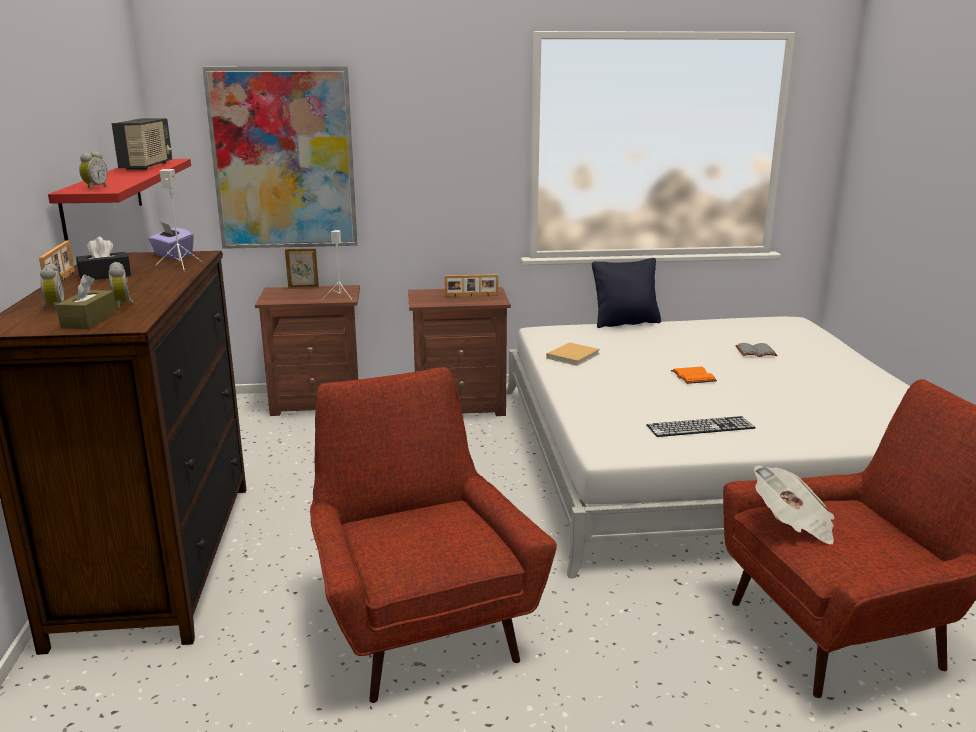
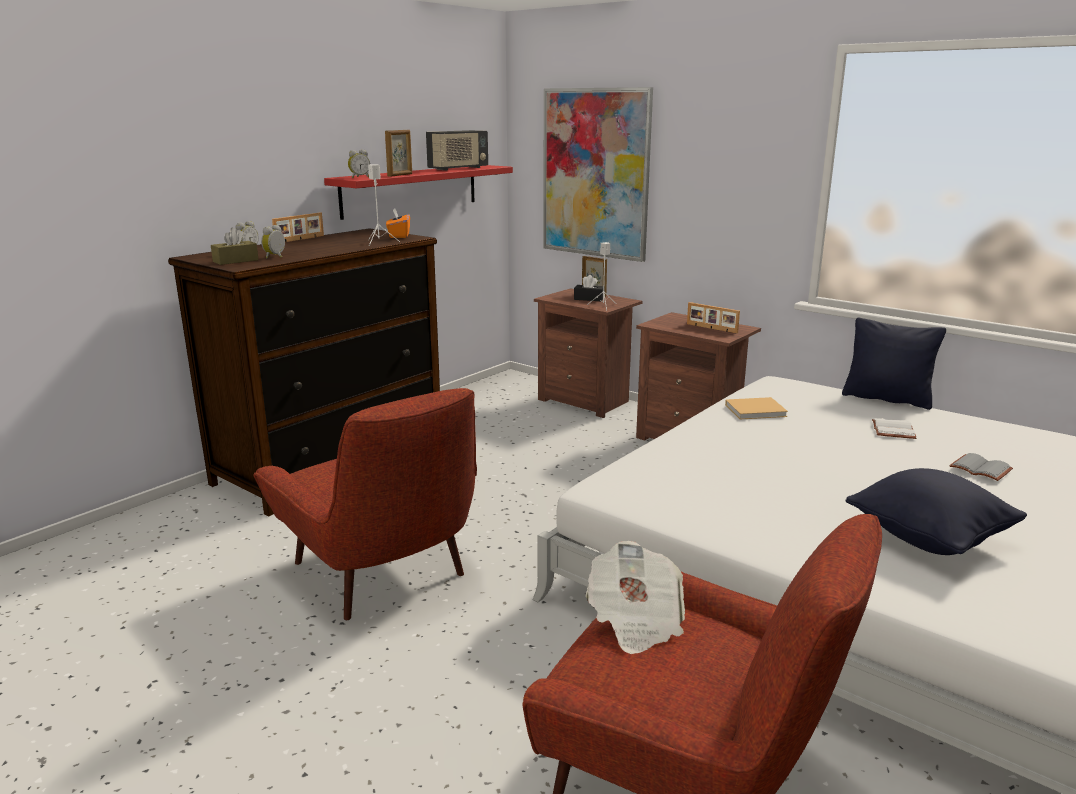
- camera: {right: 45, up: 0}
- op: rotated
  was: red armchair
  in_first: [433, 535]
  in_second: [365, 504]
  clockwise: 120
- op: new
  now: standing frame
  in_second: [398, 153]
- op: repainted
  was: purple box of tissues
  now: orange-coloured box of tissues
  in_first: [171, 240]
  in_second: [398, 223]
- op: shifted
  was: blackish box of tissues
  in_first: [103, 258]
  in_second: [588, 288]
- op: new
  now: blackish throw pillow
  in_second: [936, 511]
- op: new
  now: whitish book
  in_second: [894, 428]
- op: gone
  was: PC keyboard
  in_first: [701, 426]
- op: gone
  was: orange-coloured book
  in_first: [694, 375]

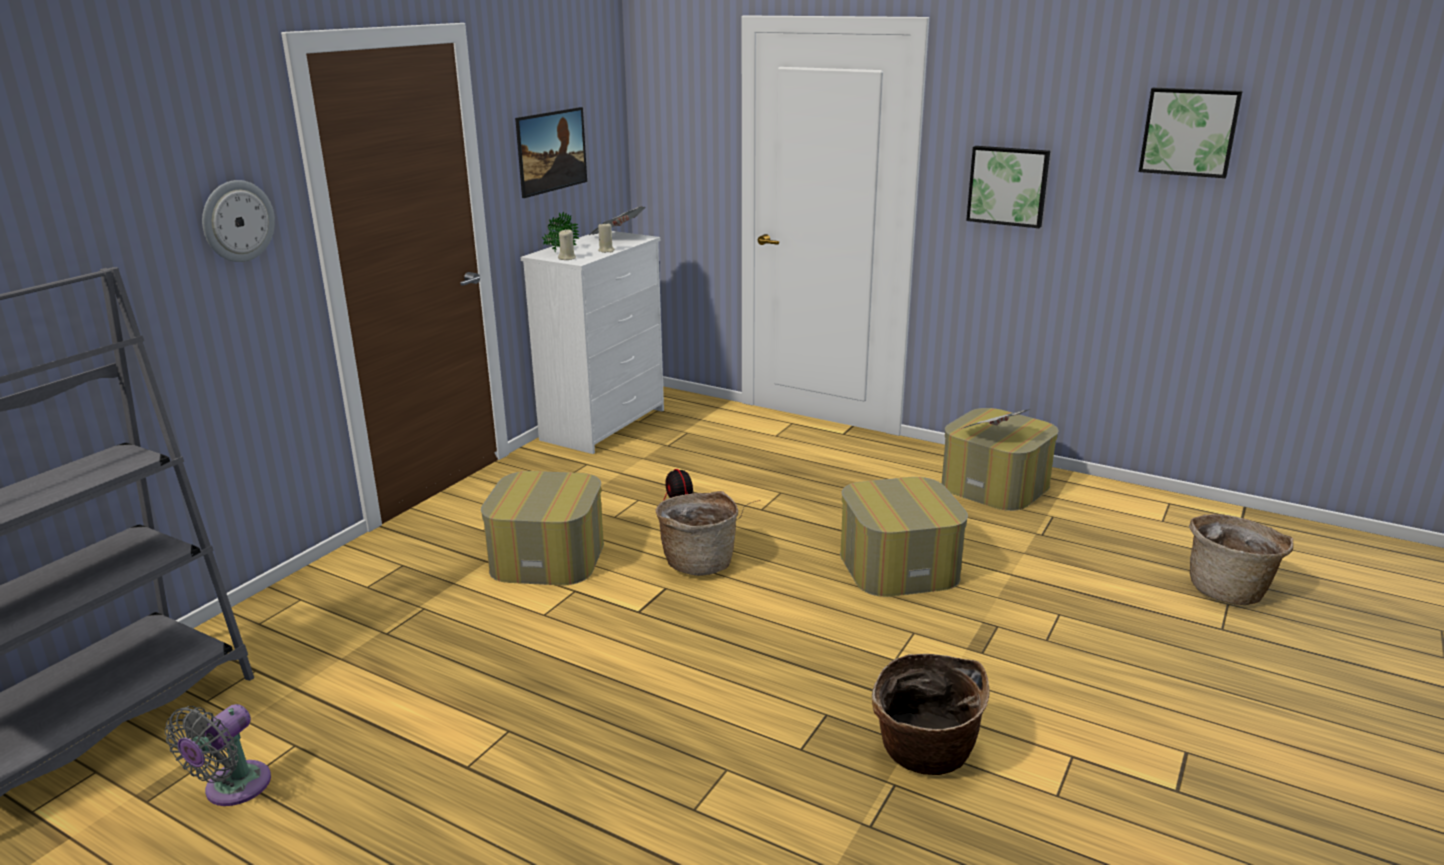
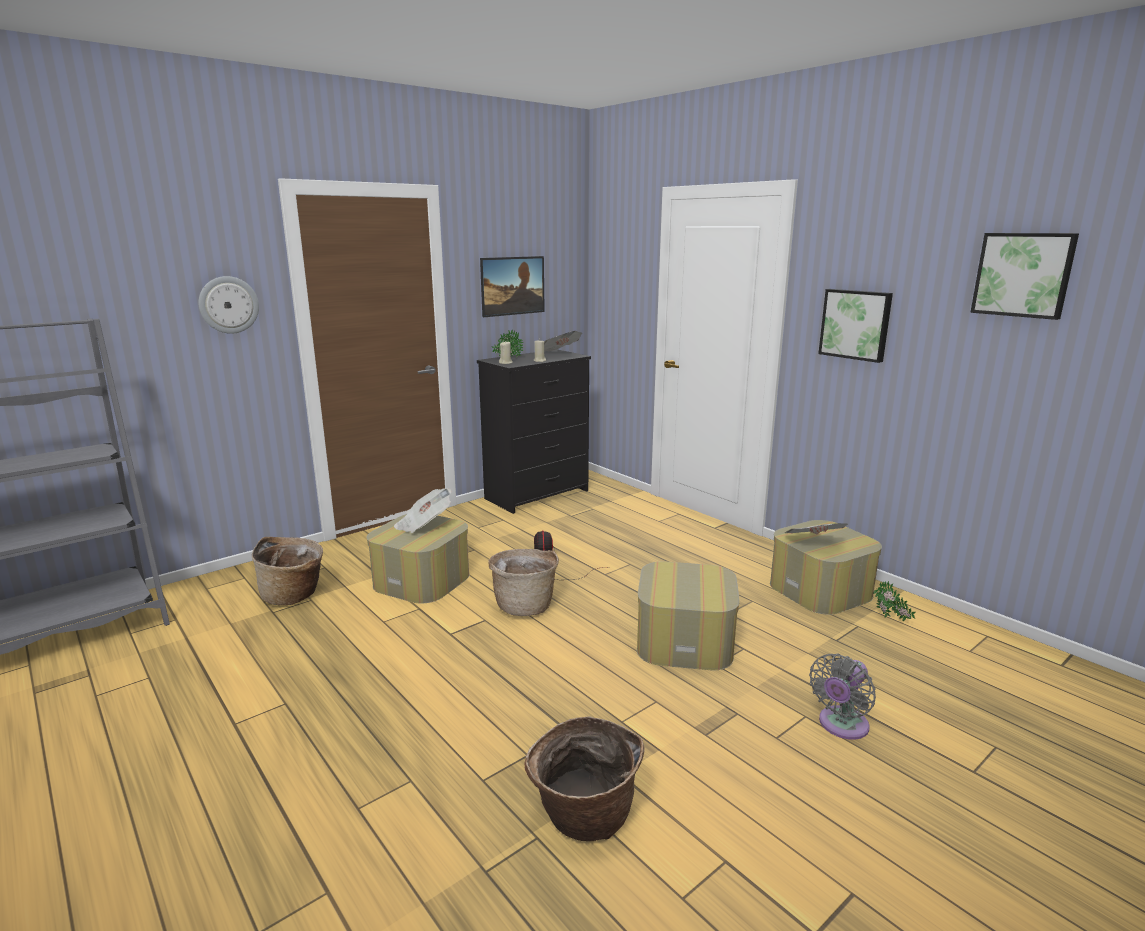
- camera: {right: 20, up: -5}
- op: shifted
  was: household basket
  in_first: [1241, 559]
  in_second: [287, 571]
- op: new
  now: newspaper
  in_second: [423, 510]
- op: repainted
  was: whitish drawer chest
  now: blackish drawer chest
  in_first: [592, 342]
  in_second: [534, 431]
- op: shifted
  was: greyish fan
  in_first: [218, 755]
  in_second: [842, 696]
- op: new
  now: potted plant
  in_second: [894, 601]

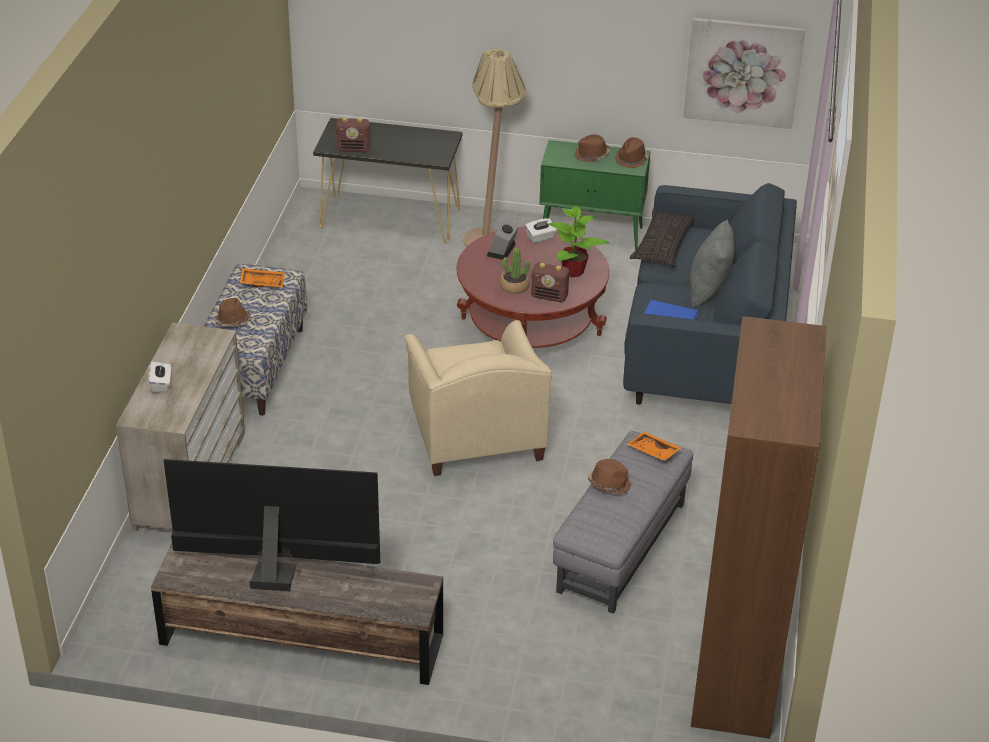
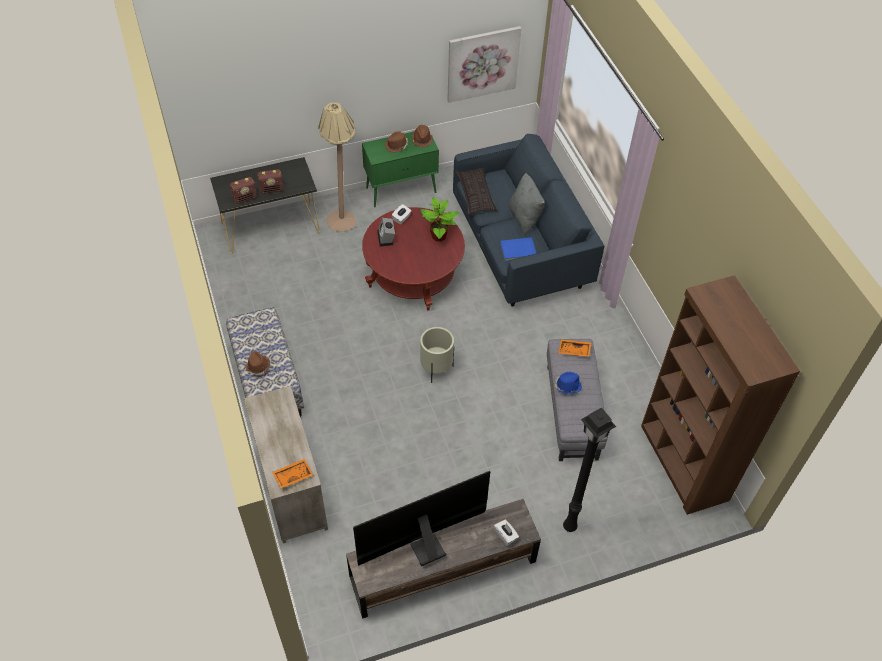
- camera: {right: -30, up: 15}
- op: shifted
  was: radio set
  in_first: [550, 282]
  in_second: [270, 181]
- op: shifted
  was: orange-coloured tray
  in_first: [262, 278]
  in_second: [292, 473]
- op: swapped
  was: sand-coloured armchair
  now: sand-coloured plant pot
  in_first: [478, 398]
  in_second: [437, 355]
- op: shifted
  was: whitish box of tissues
  in_first: [159, 377]
  in_second: [506, 533]
- op: repainted
  was: brownish clothing hat
  now: blue clothing hat
  in_first: [609, 476]
  in_second: [568, 383]
- op: new
  now: blackish standing lamp
  in_second: [589, 469]
- op: gone
  was: potted plant
  in_first: [515, 271]

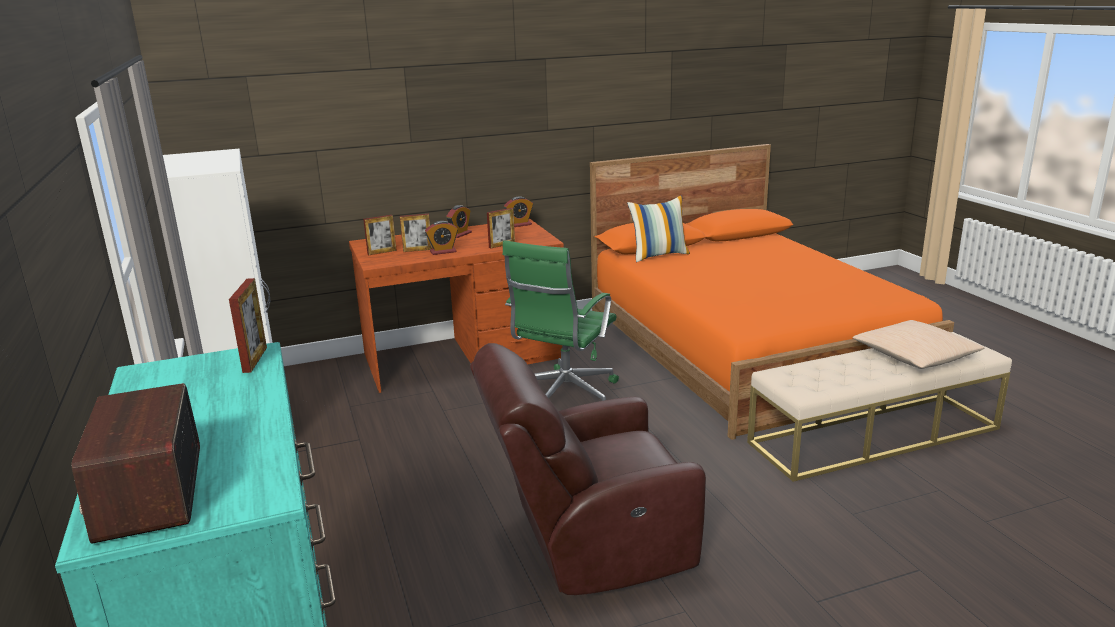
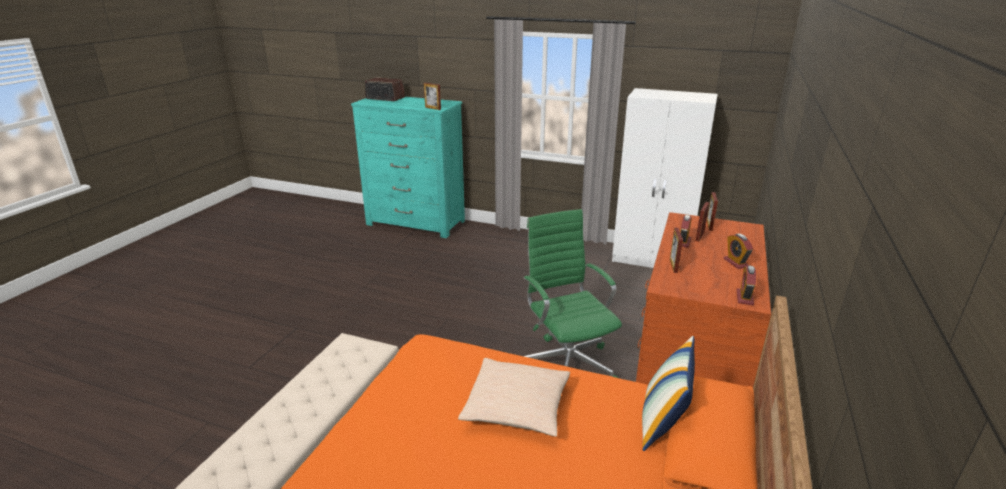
- camera: {right: 130, up: 5}
- op: shifted
  was: sand-coloured throw pillow
  in_first: [918, 344]
  in_second: [514, 397]
- op: gone
  was: brownish armchair
  in_first: [588, 469]

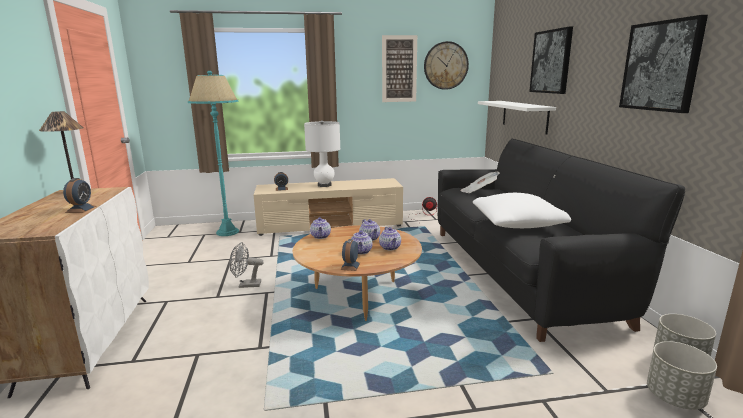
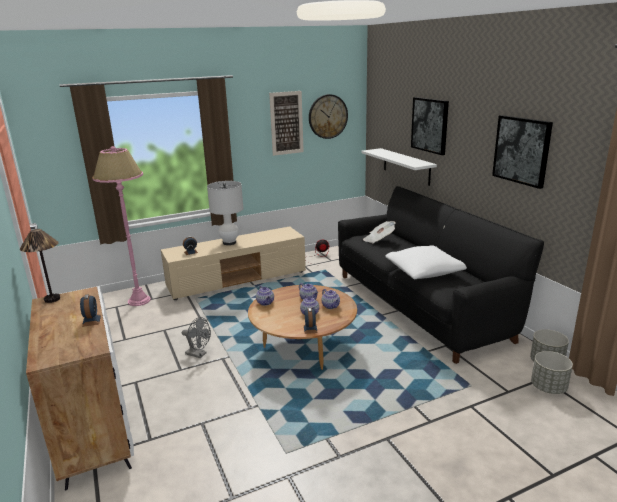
- camera: {right: -15, up: 5}
- op: repainted
  was: turquoise standing lamp
  now: pink-coloured standing lamp
  in_first: [213, 153]
  in_second: [121, 226]
- op: rotated
  was: greyish fan
  in_first: [246, 265]
  in_second: [196, 337]
  clockwise: -135

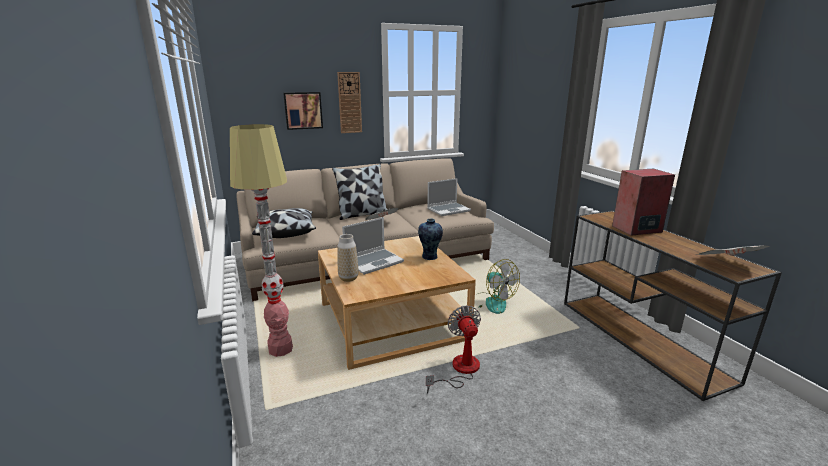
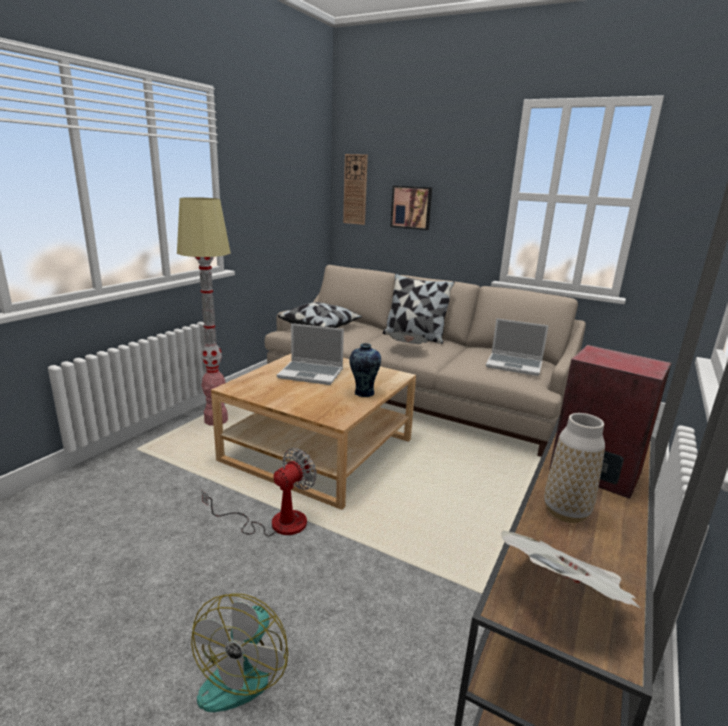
- camera: {right: 50, up: 0}
- op: shifted
  was: fan
  in_first: [499, 286]
  in_second: [239, 652]
- op: shifted
  was: clock on the wall
  in_first: [349, 102]
  in_second: [355, 189]
- op: shifted
  was: vase
  in_first: [347, 258]
  in_second: [574, 468]

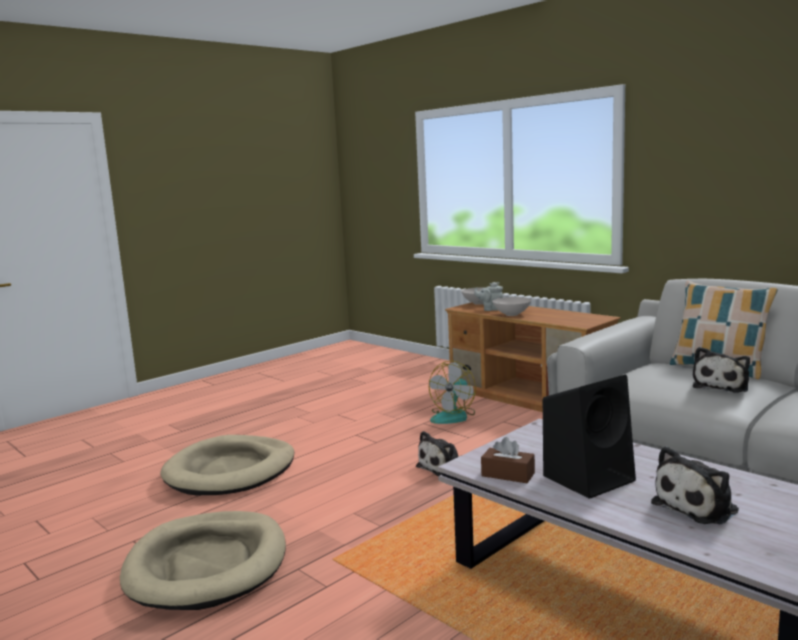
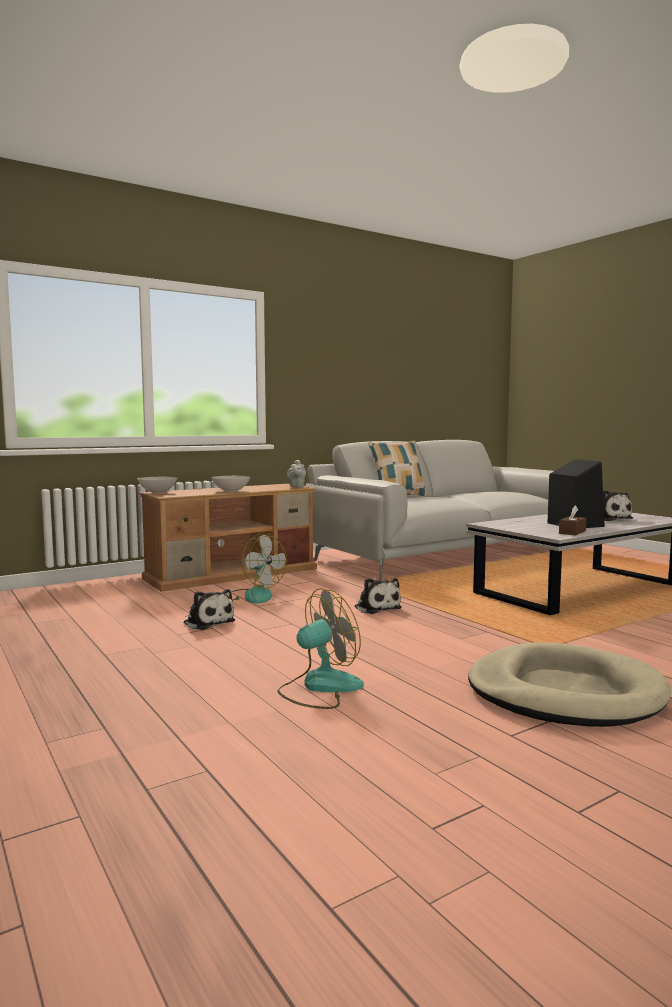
- camera: {right: -80, up: -5}
- op: shifted
  was: cuddly toy
  in_first: [721, 370]
  in_second: [209, 609]
- op: swapped
  was: sand-coloured dog cushion
  now: fan
  in_first: [227, 465]
  in_second: [320, 648]
- op: shifted
  was: greyish tea pot
  in_first: [488, 296]
  in_second: [296, 473]

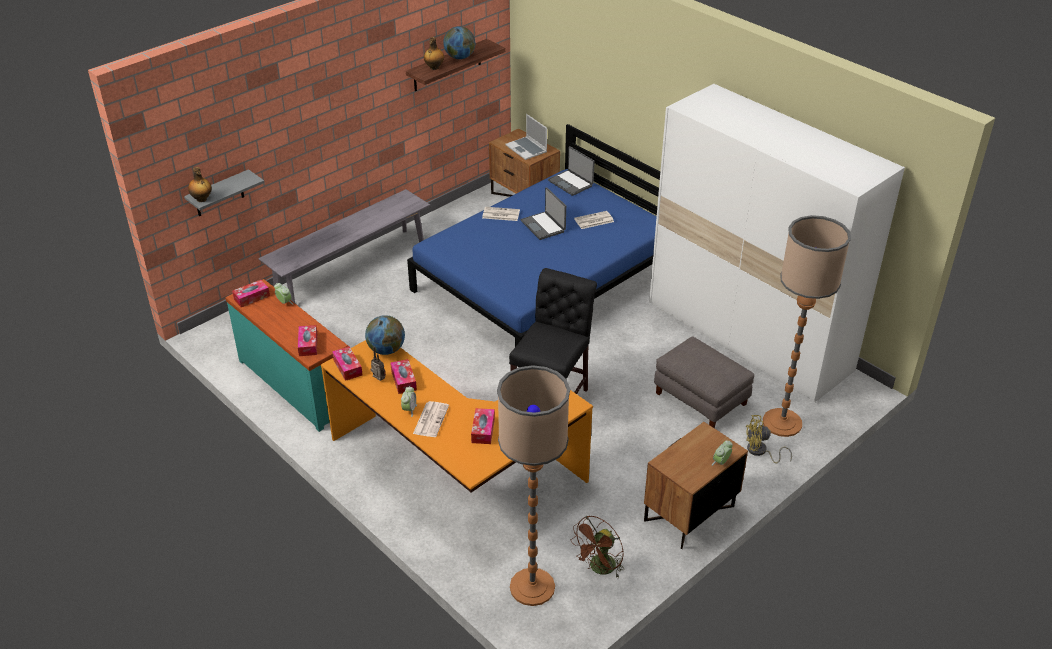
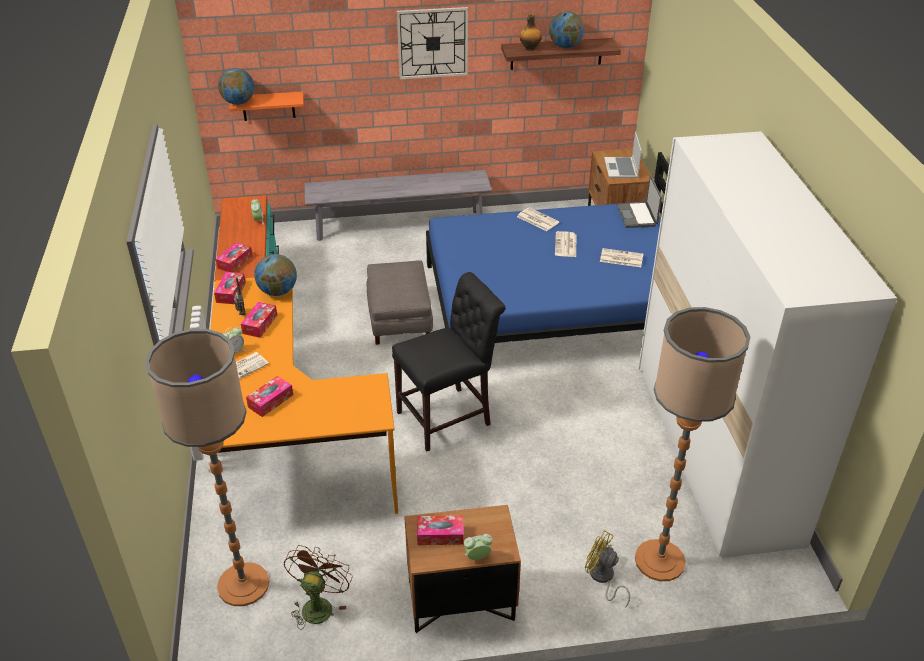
- camera: {right: 35, up: 0}
- op: swapped
  was: bottle
  now: globe
  in_first: [200, 184]
  in_second: [236, 86]
- op: repainted
  was: greyish bracket shelf
  now: orange-coloured bracket shelf
  in_first: [224, 192]
  in_second: [266, 106]
- op: rotated
  was: brownish fan
  in_first: [597, 547]
  in_second: [318, 587]
  clockwise: 120
- op: shifted
  was: greyish footrest
  in_first: [704, 382]
  in_second: [400, 302]
- op: new
  now: clock on the wall
  in_second: [432, 43]
- op: shifted
  was: box of tissues
  in_first: [251, 293]
  in_second: [440, 530]
- op: swapped
  was: notebook computer
  now: newspaper
  in_first: [543, 213]
  in_second: [566, 244]

